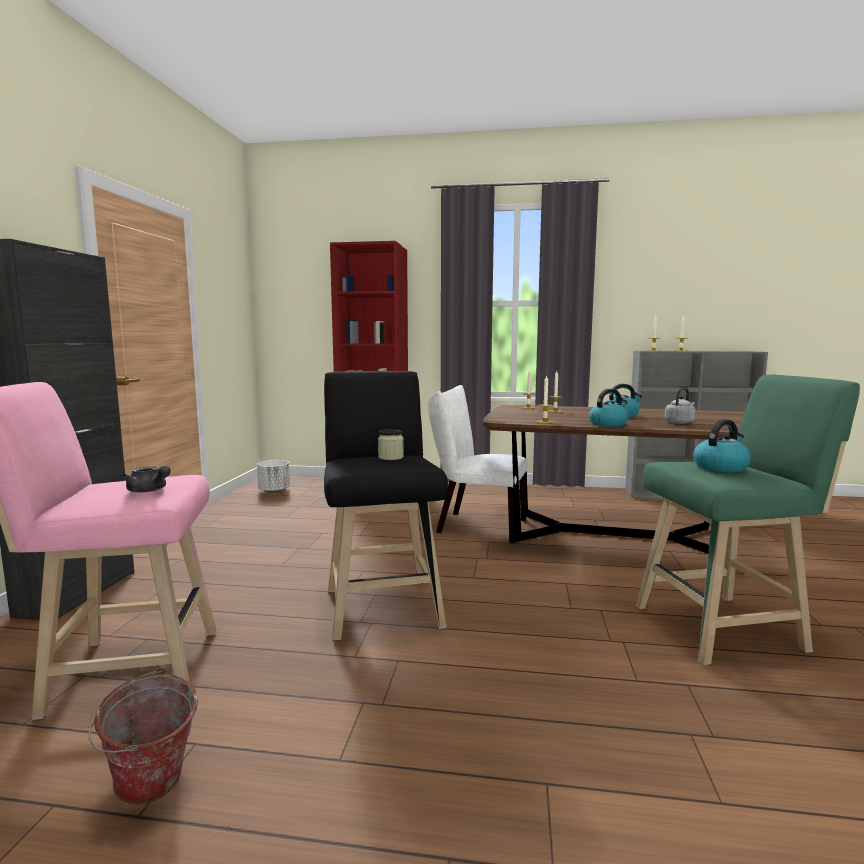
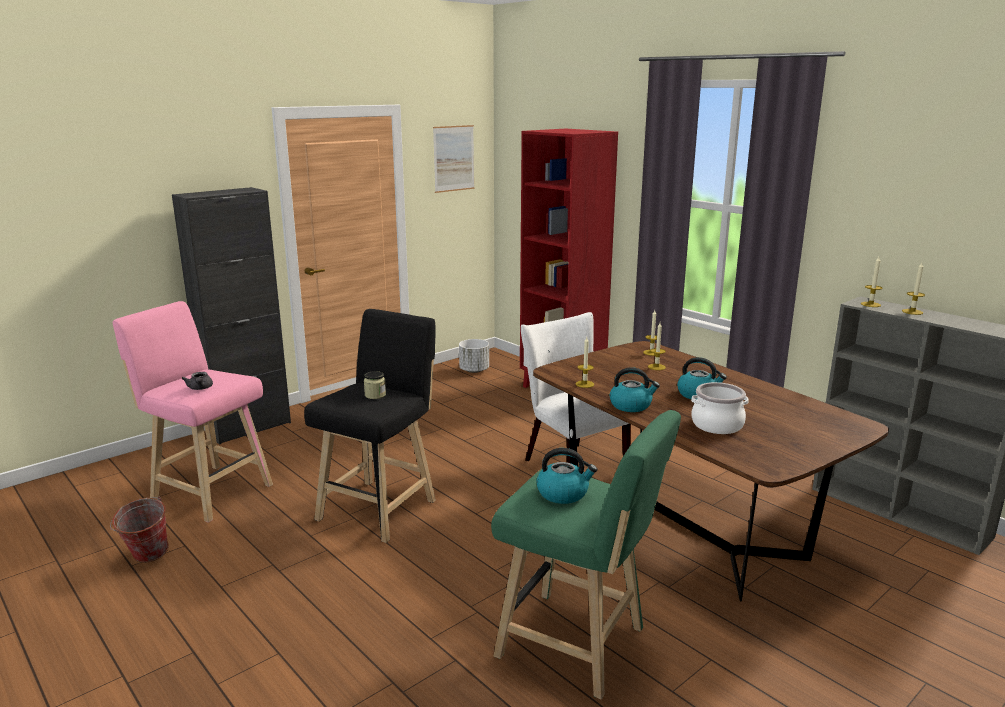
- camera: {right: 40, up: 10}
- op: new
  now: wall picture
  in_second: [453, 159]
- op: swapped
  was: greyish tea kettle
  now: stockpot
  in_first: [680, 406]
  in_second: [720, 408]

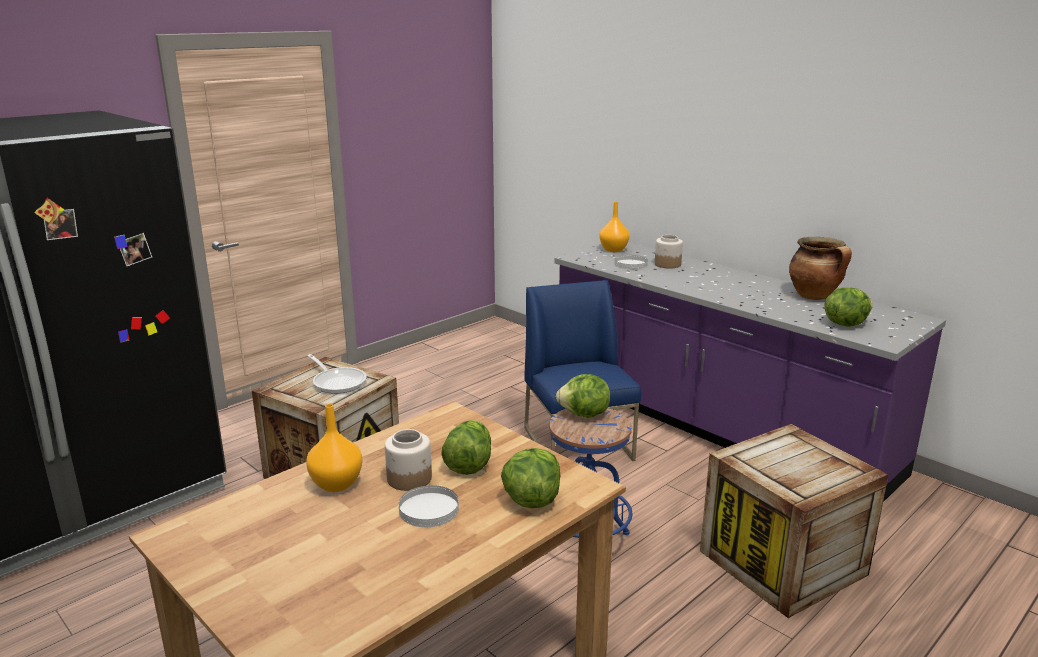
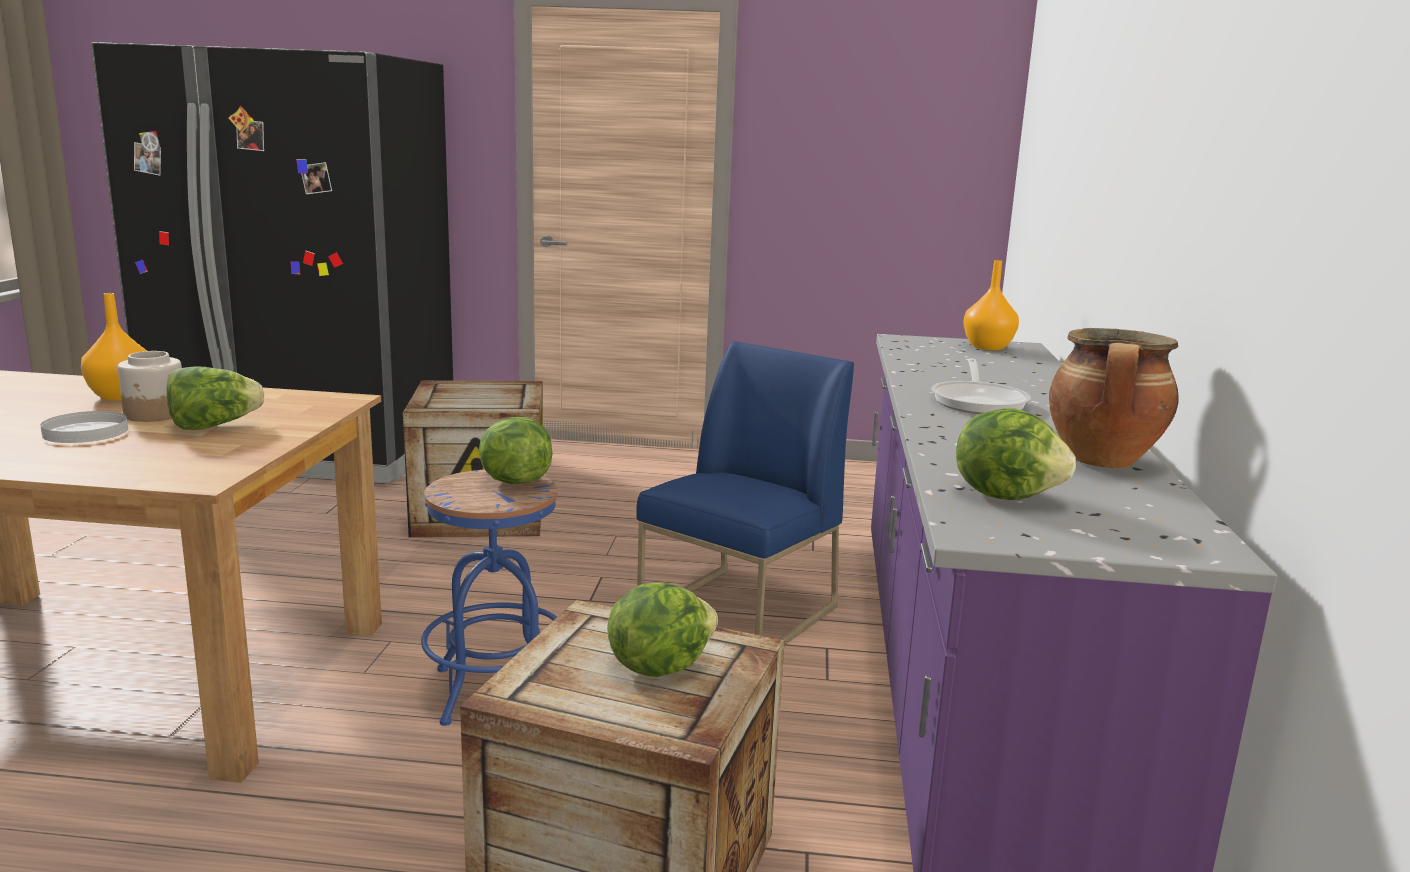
- camera: {right: 50, up: -5}
- op: shifted
  was: head of lettuce
  in_first: [530, 478]
  in_second: [662, 630]
- op: shifted
  was: frying pan
  in_first: [337, 374]
  in_second: [981, 386]
- op: gone
  was: whitish flat dish
  in_first: [631, 262]
- op: gone
  was: storage jar
  in_first: [669, 251]

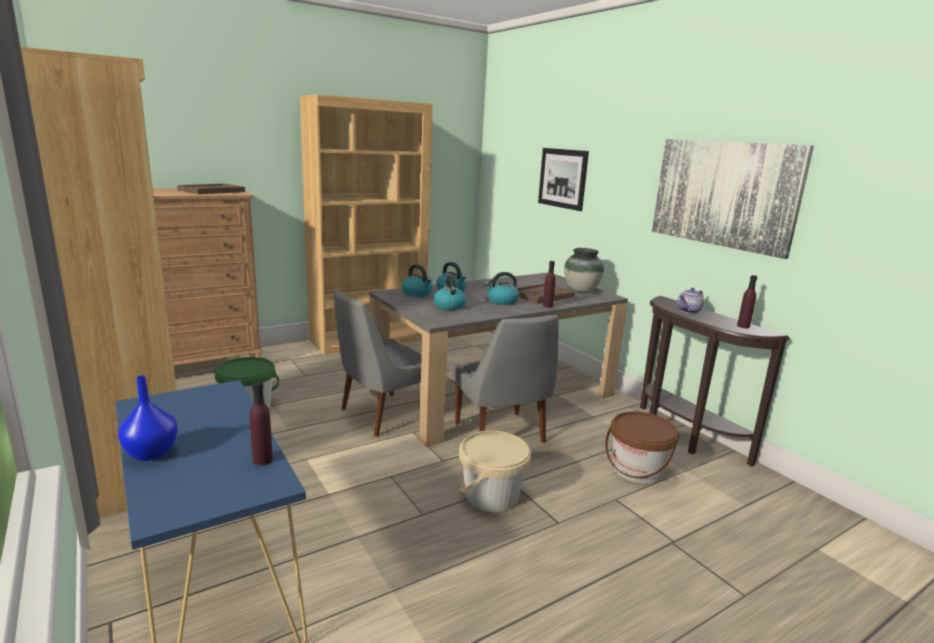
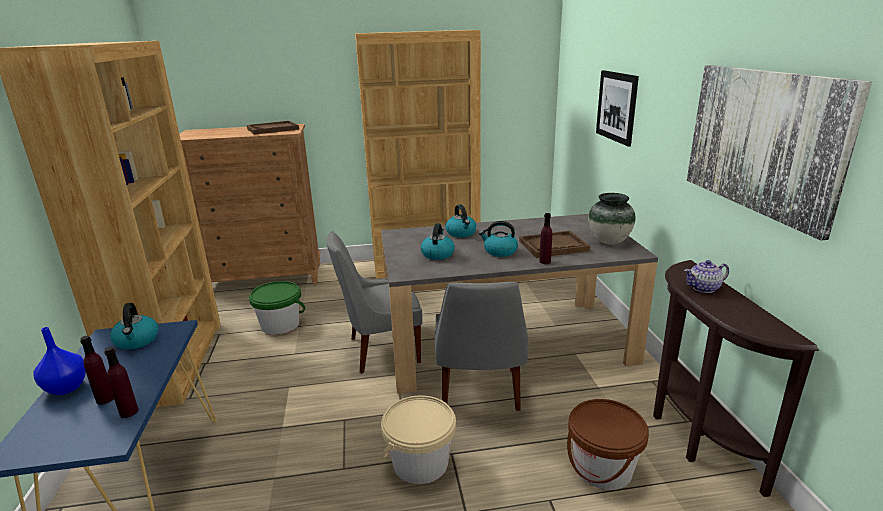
- camera: {right: 25, up: 5}
- op: shifted
  was: purple bottle
  in_first: [747, 301]
  in_second: [97, 370]
- op: shifted
  was: tea kettle
  in_first: [417, 280]
  in_second: [134, 326]

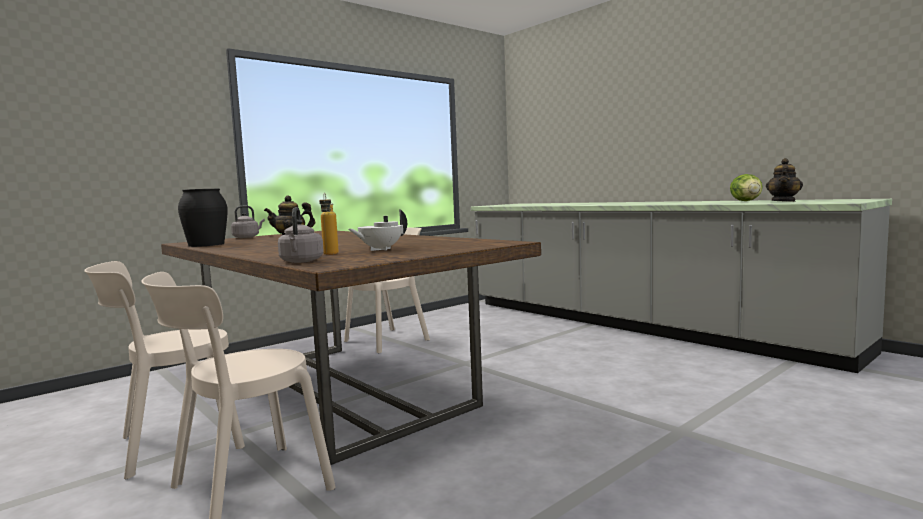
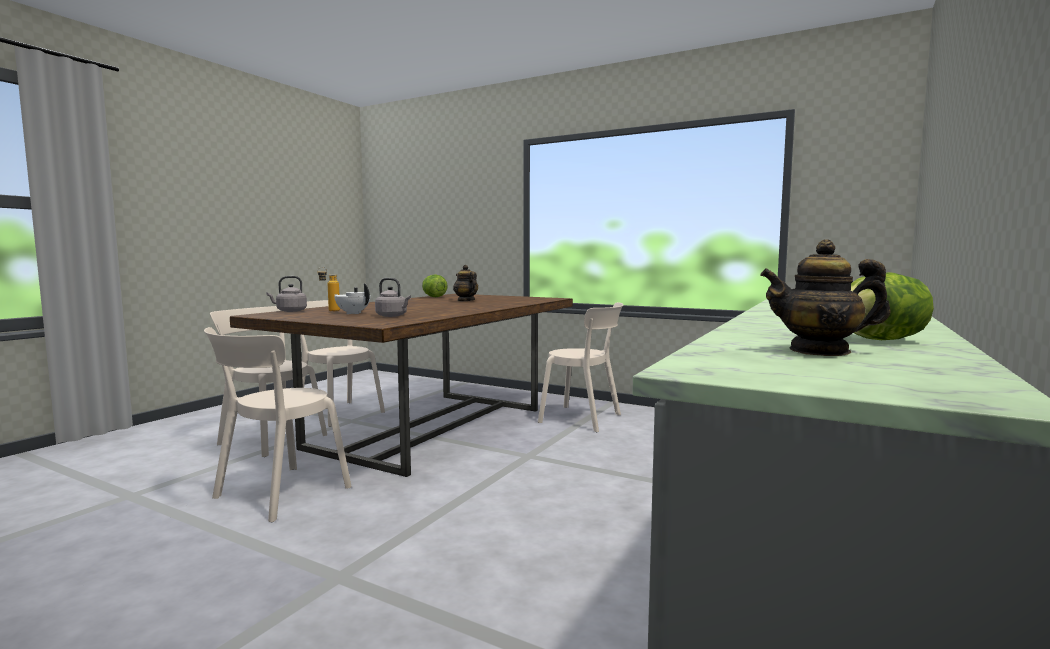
- camera: {right: 70, up: 0}
- op: new
  now: sand-coloured chair
  in_second: [278, 424]
- op: shifted
  was: greyish tea kettle
  in_first: [248, 222]
  in_second: [393, 297]
- op: swapped
  was: blackish vase
  now: head of lettuce
  in_first: [203, 218]
  in_second: [435, 285]

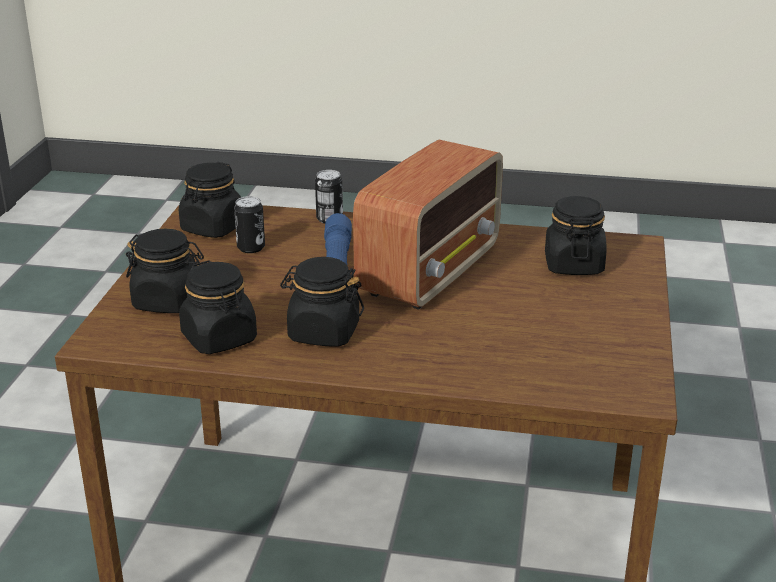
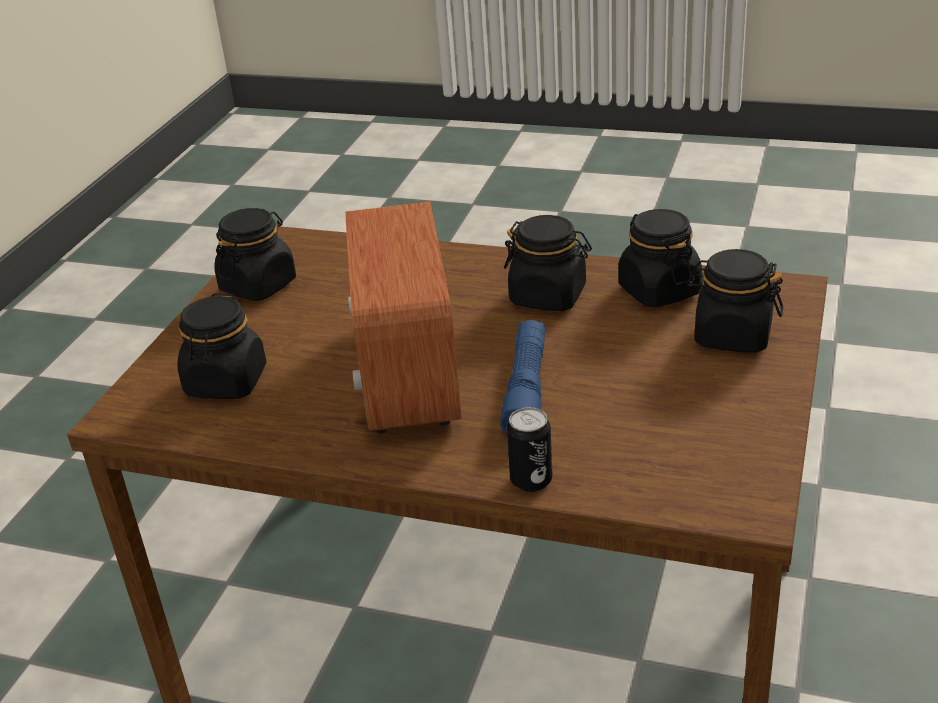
- camera: {right: -170, up: 5}
- op: shifted
  was: blackish storage jar
  in_first: [210, 200]
  in_second: [255, 254]
- op: rotated
  was: radio set
  in_first: [428, 225]
  in_second: [403, 317]
  clockwise: -45
- op: gone
  was: metal can
  in_first: [249, 224]

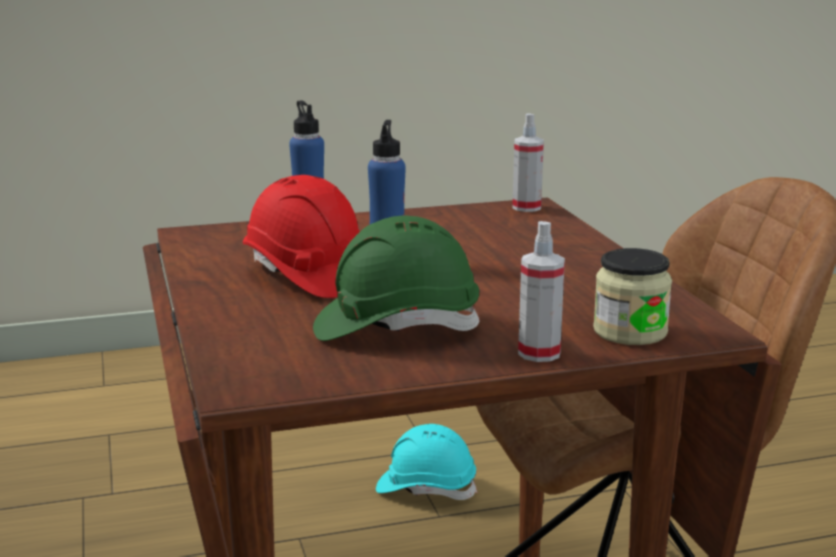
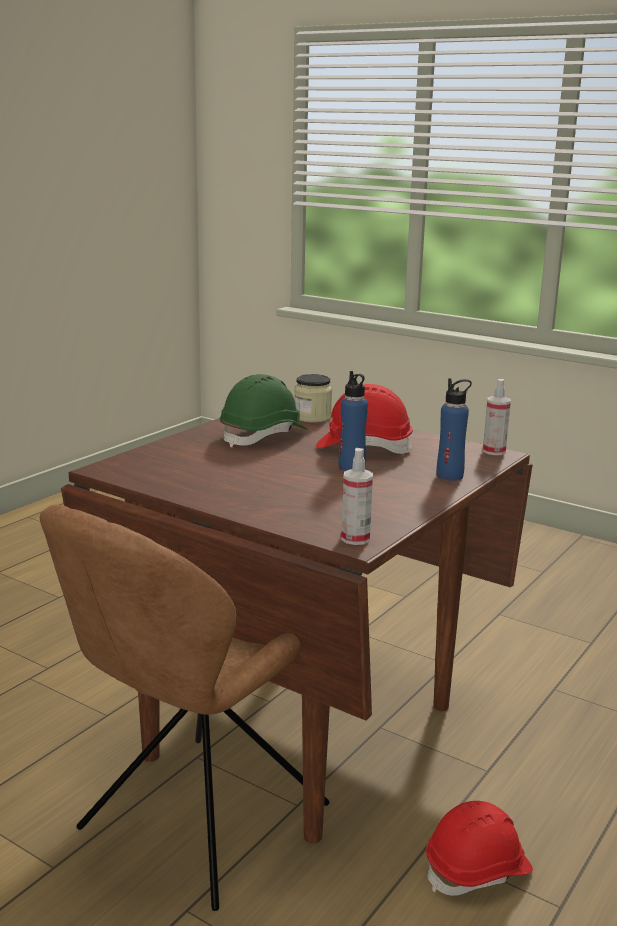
- camera: {right: 140, up: 0}
- op: shifted
  was: storage jar
  in_first: [632, 296]
  in_second: [313, 398]
- op: repainted
  was: turquoise safety helmet
  now: red safety helmet
  in_first: [427, 462]
  in_second: [479, 848]
- op: shifted
  was: sprayer
  in_first: [541, 291]
  in_second: [497, 417]

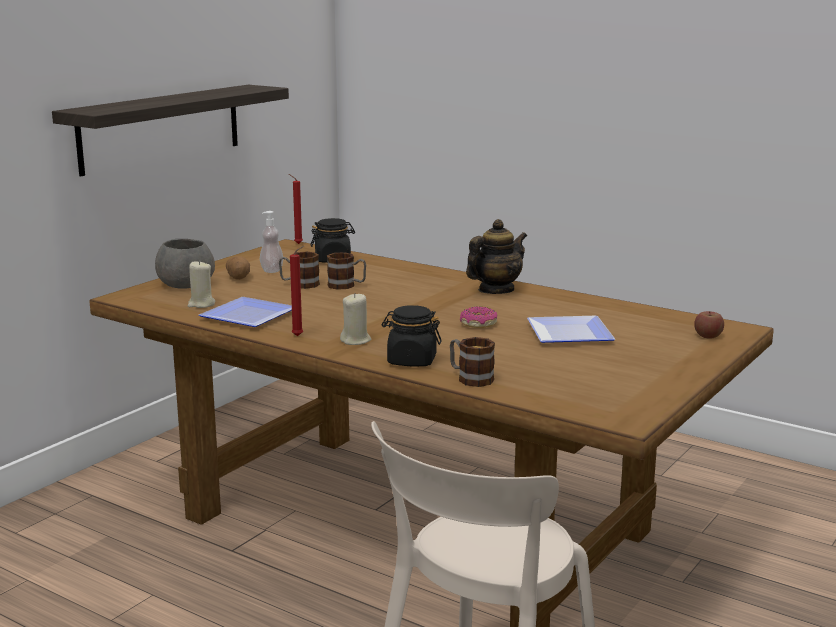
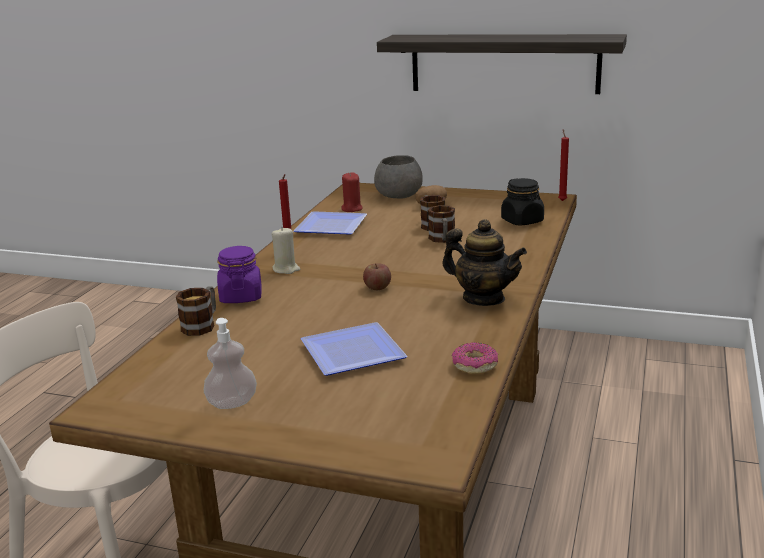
- camera: {right: 75, up: 5}
- op: shifted
  was: liquid soap bottle
  in_first: [271, 242]
  in_second: [230, 363]
- op: repainted
  was: blackish storage jar
  now: purple storage jar
  in_first: [412, 336]
  in_second: [239, 274]
- op: repainted
  was: sand-coloured candle
  now: red candle
  in_first: [201, 284]
  in_second: [352, 192]
- op: shifted
  was: apple
  in_first: [709, 325]
  in_second: [377, 276]
- op: shifted
  was: doughnut
  in_first: [478, 317]
  in_second: [475, 358]

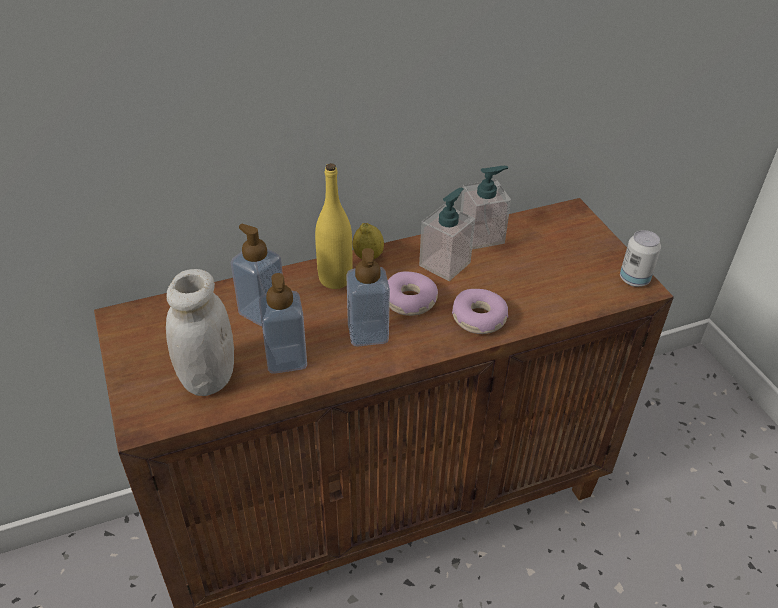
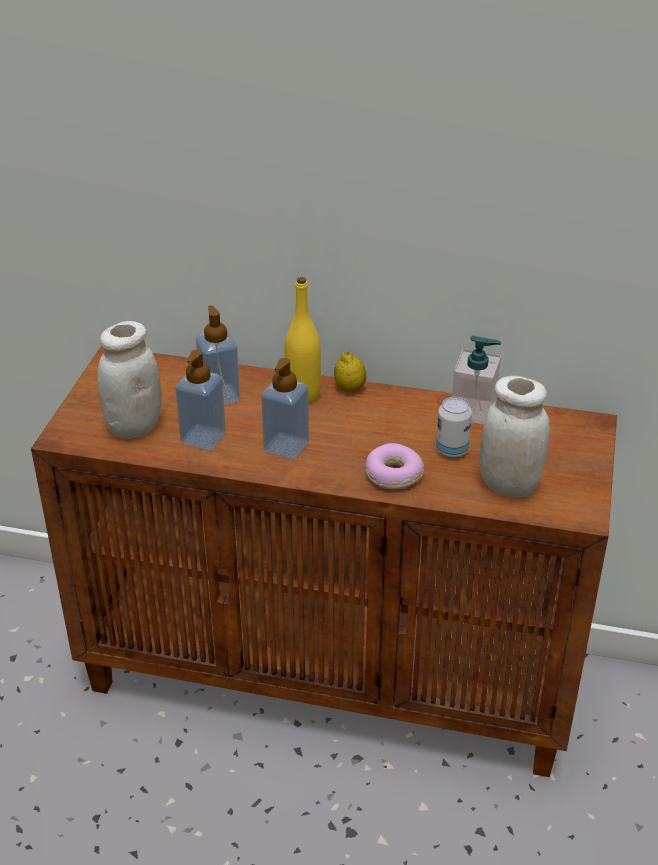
- camera: {right: 35, up: -5}
- op: shifted
  was: metal can
  in_first: [640, 258]
  in_second: [454, 427]
- op: new
  now: whitish storage jar
  in_second: [514, 437]
- op: gone
  was: doughnut
  in_first: [413, 293]
- op: gone
  was: liquid soap bottle
  in_first: [447, 234]

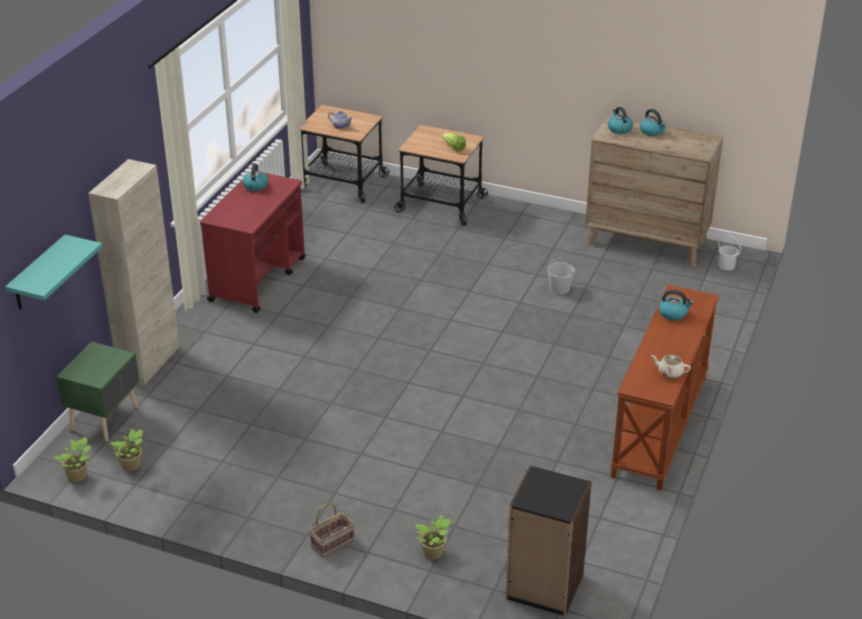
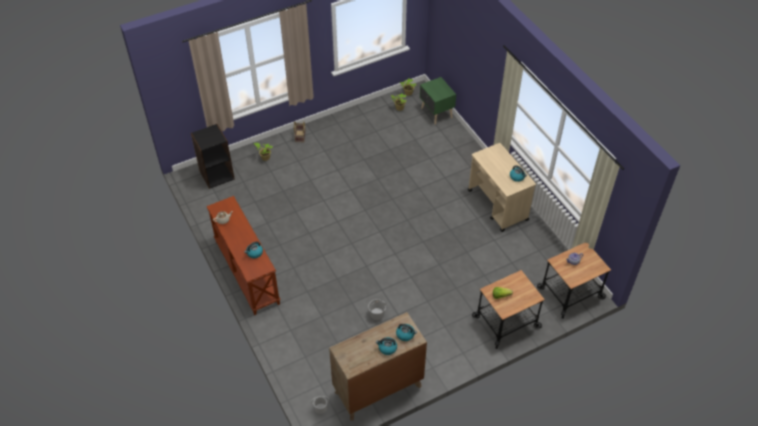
- camera: {right: 130, up: 15}
- op: repainted
  was: red cart
  now: sand-coloured cart
  in_first: [253, 242]
  in_second: [502, 187]
- op: gone
  was: turquoise bracket shelf
  in_first: [53, 272]
- op: gone
  was: sand-coloured cupboard
  in_first: [134, 272]

